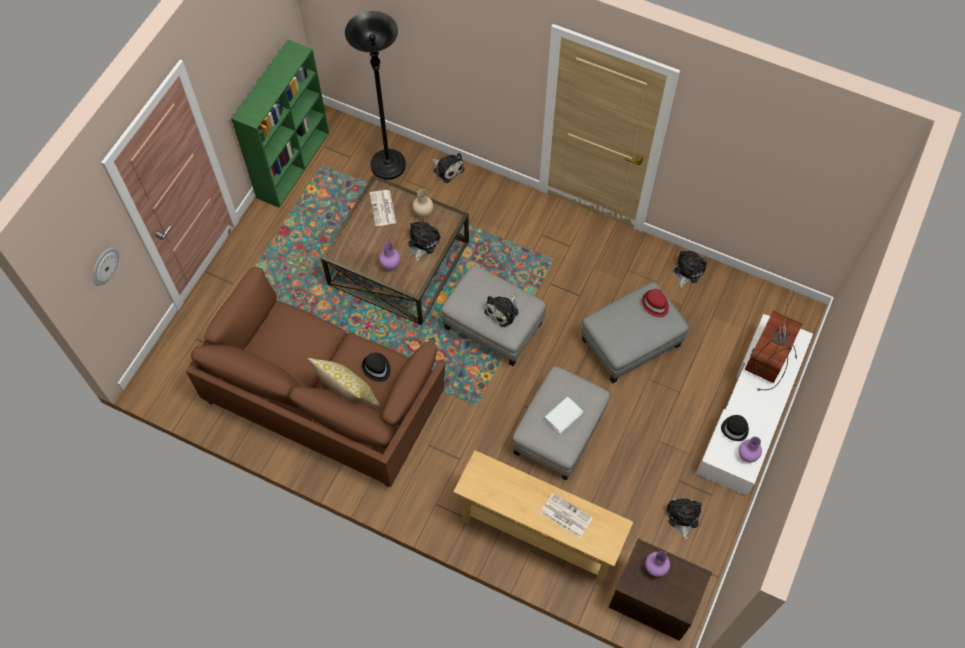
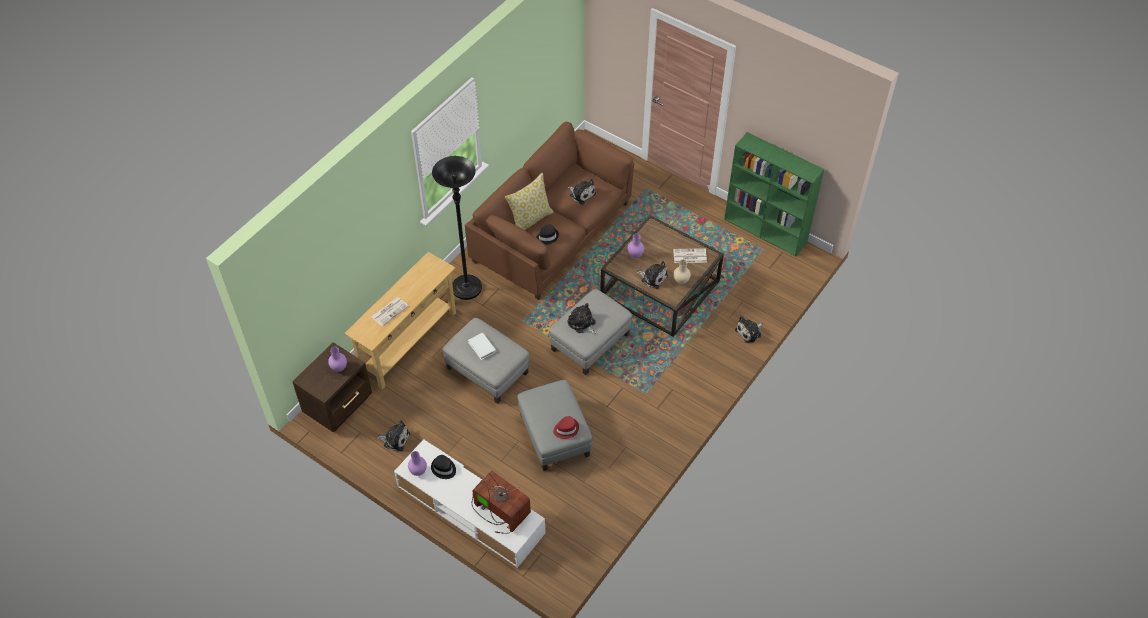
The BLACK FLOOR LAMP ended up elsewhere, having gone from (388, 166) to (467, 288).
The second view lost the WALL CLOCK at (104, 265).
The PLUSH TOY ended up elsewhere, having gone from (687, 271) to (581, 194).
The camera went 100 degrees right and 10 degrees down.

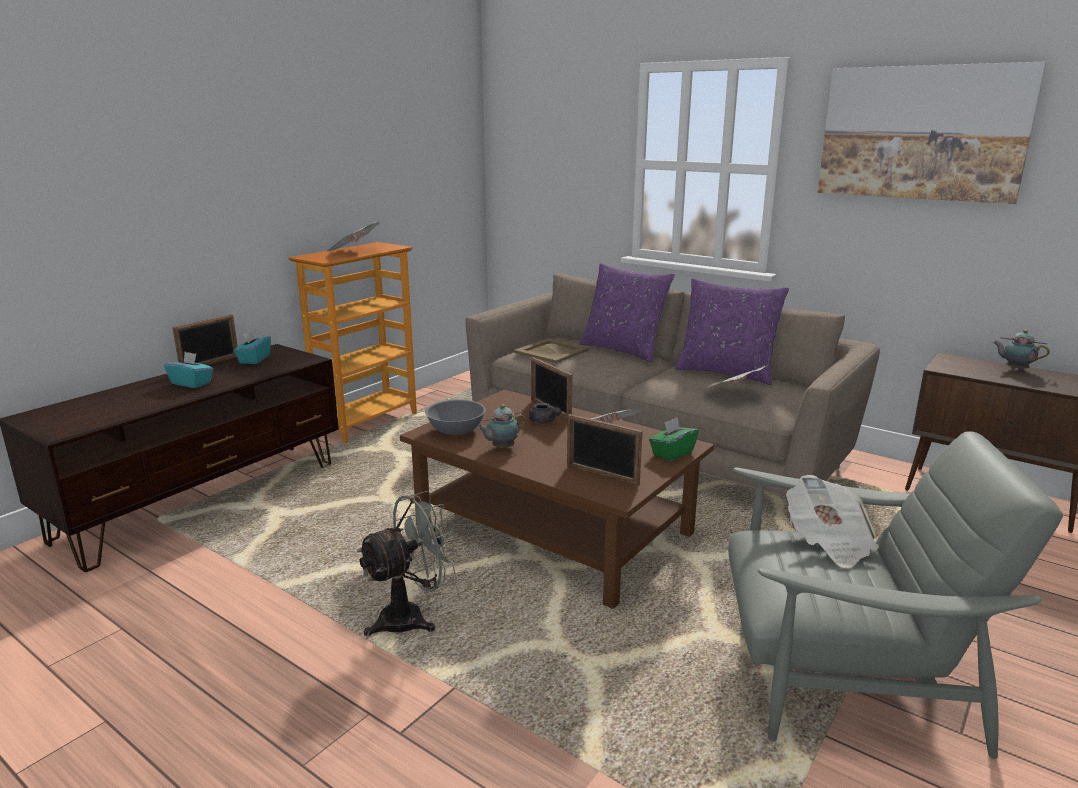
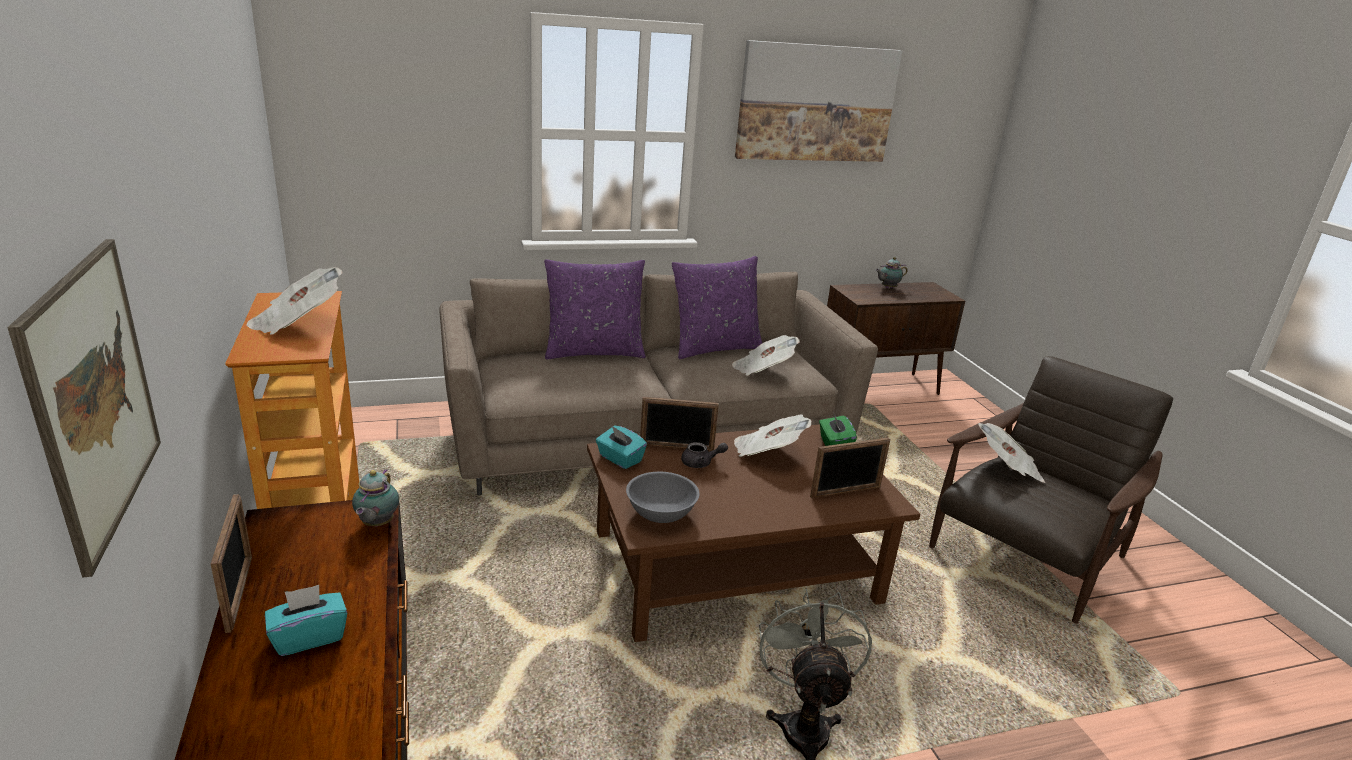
The TURQUOISE TISSUE BOX ended up elsewhere, having gone from (254, 359) to (620, 459).
The second view lost the BEIGE TRAY at (550, 351).
The TEAPOT ended up elsewhere, having gone from (501, 448) to (376, 524).
What was the GREY ARMCHAIR at (844, 676) turned into the BROWN ARMCHAIR at (1026, 556).
The second view gained the PICTURE at (94, 397).
The camera went 55 degrees left and 5 degrees up.

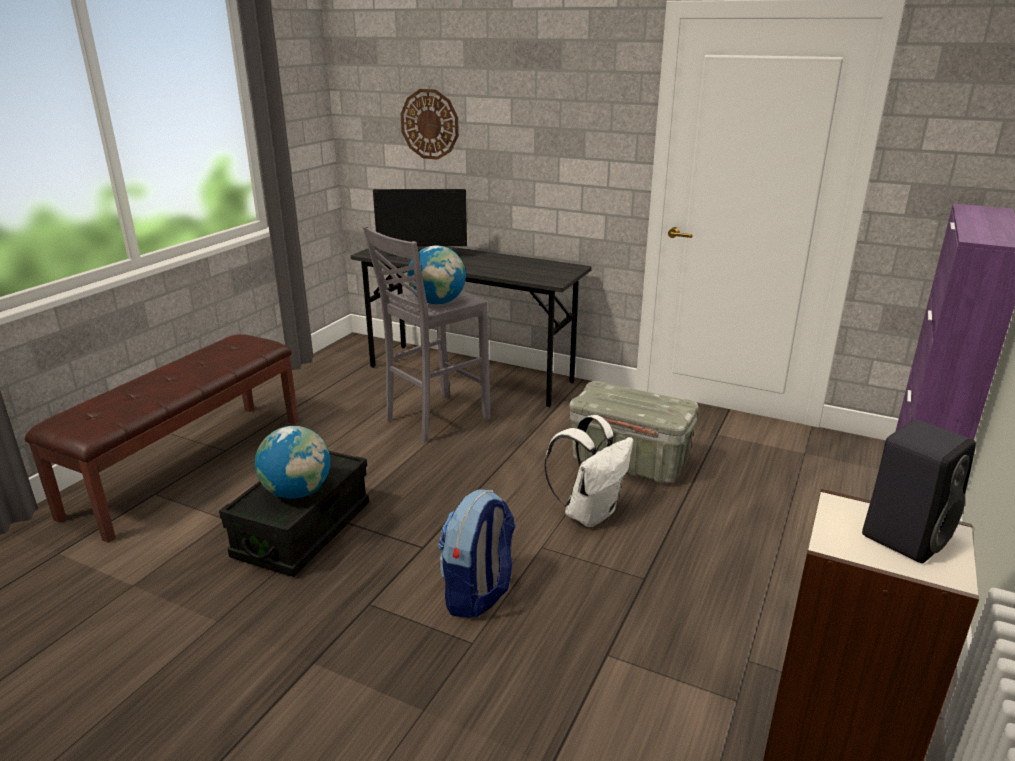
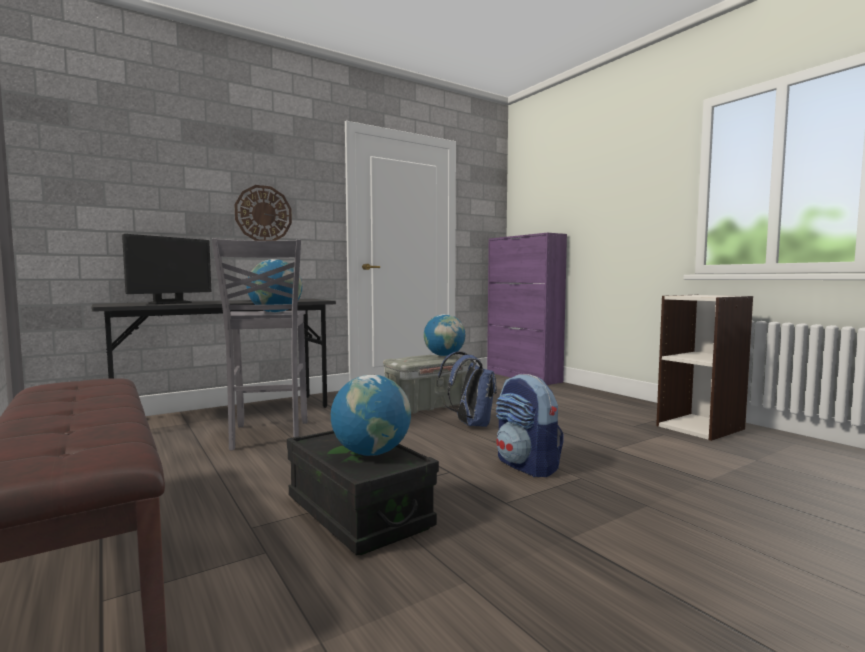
The WALL CLOCK ended up elsewhere, having gone from (430, 124) to (263, 214).
What was the WHITE BACKPACK at (589, 513) turned into the BLUE BACKPACK at (470, 424).
The second view lost the BLACK SPEAKER at (906, 535).
The second view gained the GLOBE at (444, 355).
The camera went 60 degrees left and 20 degrees down.

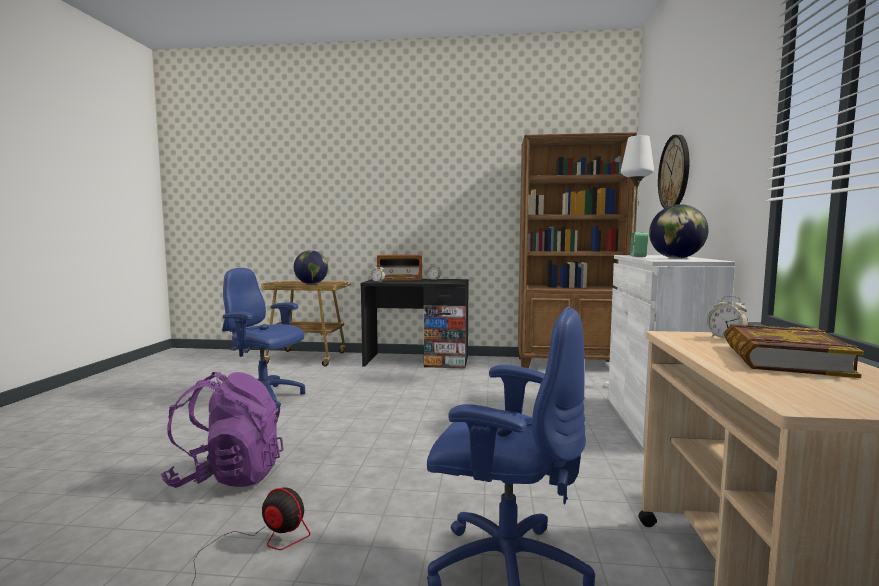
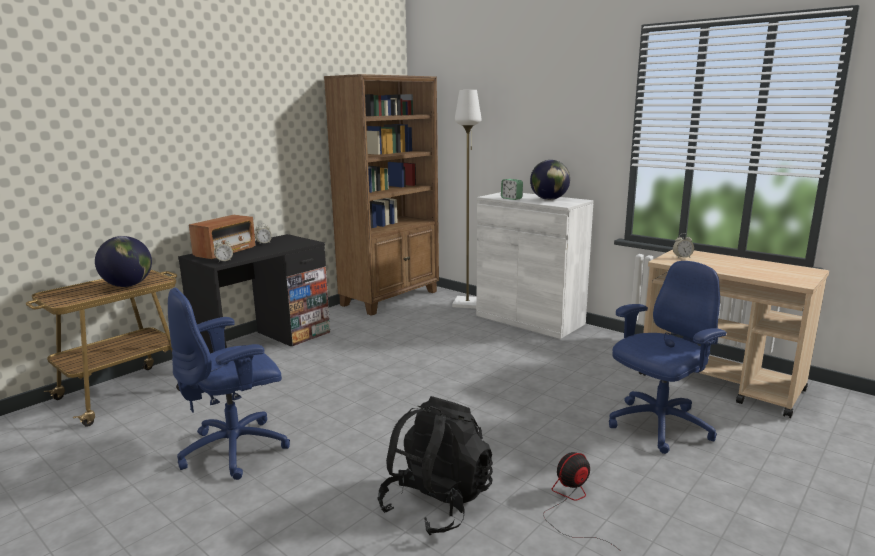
The second view lost the WALL CLOCK at (674, 173).
The second view lost the BOOK at (782, 359).
What was the PURPLE BACKPACK at (228, 477) turned into the BLACK BACKPACK at (436, 503).
The camera went 55 degrees left and 10 degrees up.

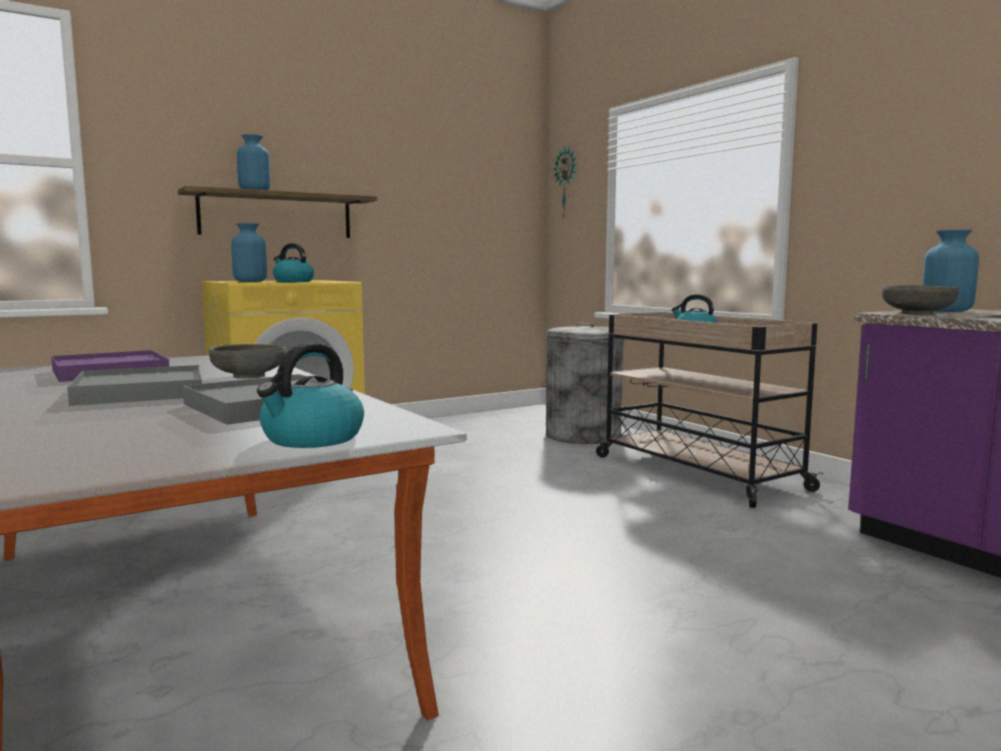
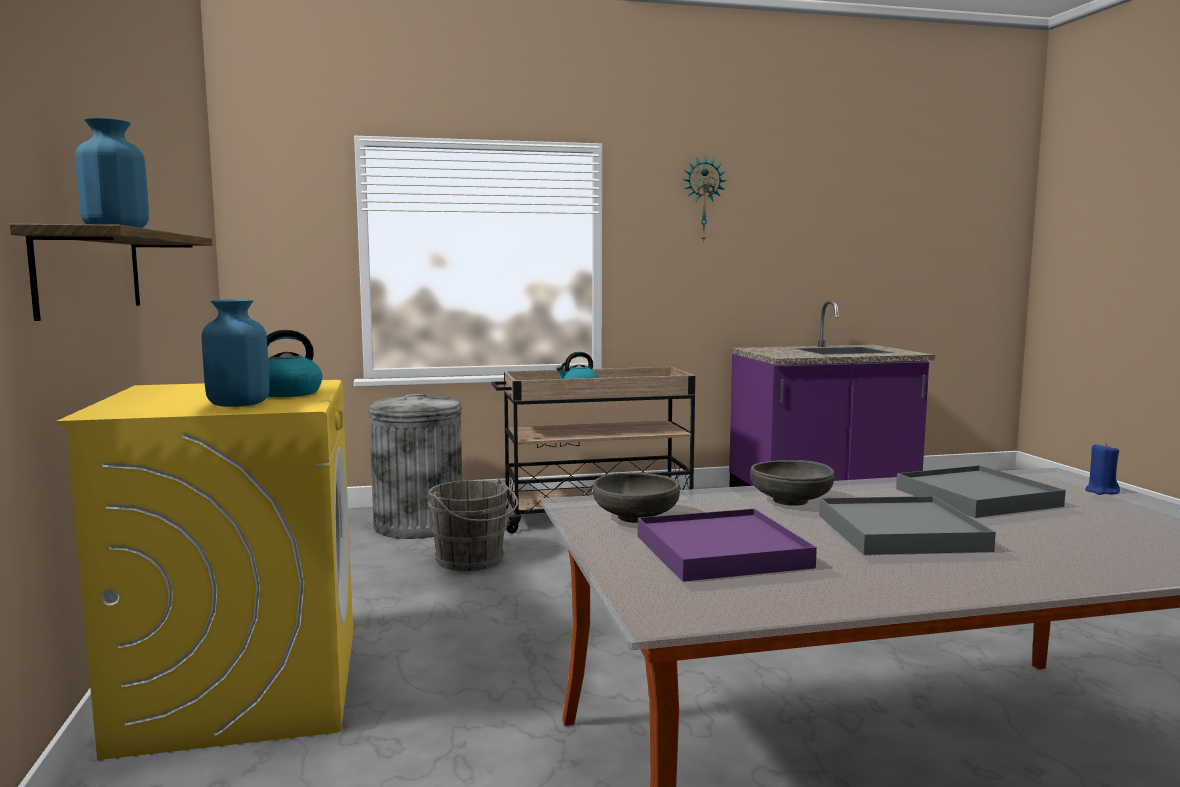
The WALL CLOCK ended up elsewhere, having gone from (566, 183) to (703, 199).
The second view lost the BLUE VASE at (946, 311).
The GREY BOWL ended up elsewhere, having gone from (917, 314) to (636, 517).
Where the KETTLE stood at (312, 439), the BLUE CANDLE came to stand at (1101, 491).
The second view gained the GREY BUCKET at (472, 561).
The camera went 70 degrees left and 0 degrees up.

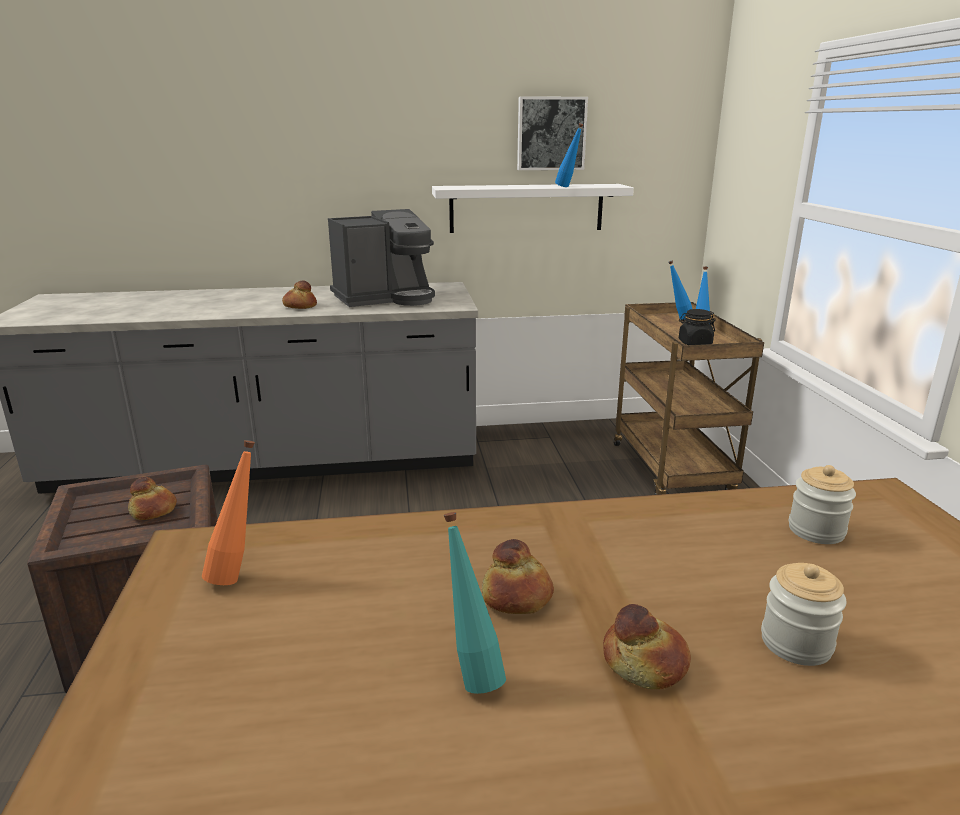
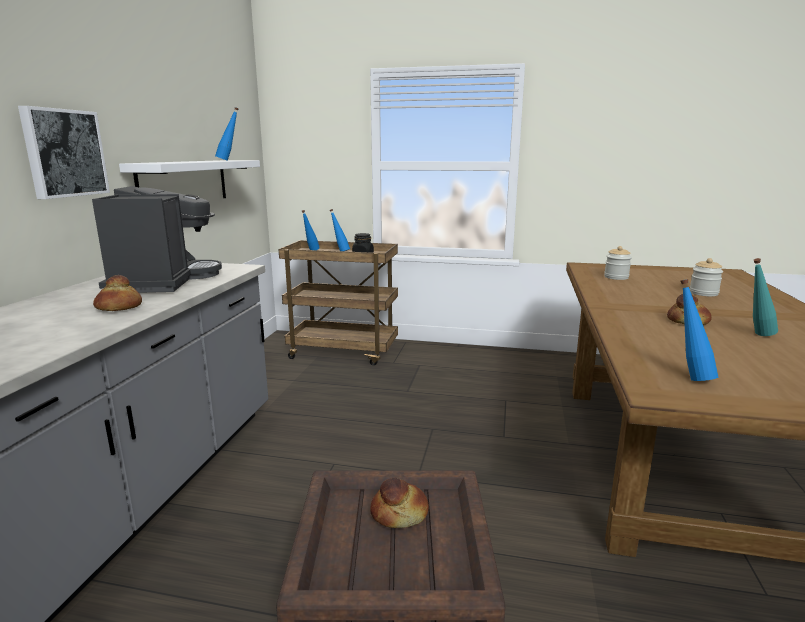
The PICTURE ended up elsewhere, having gone from (551, 133) to (64, 153).
What was the ORANGE BOTTLE at (239, 574) turned into the BLUE BOTTLE at (689, 377).
The second view lost the BREAD at (644, 664).
The camera went 70 degrees left and 5 degrees down.

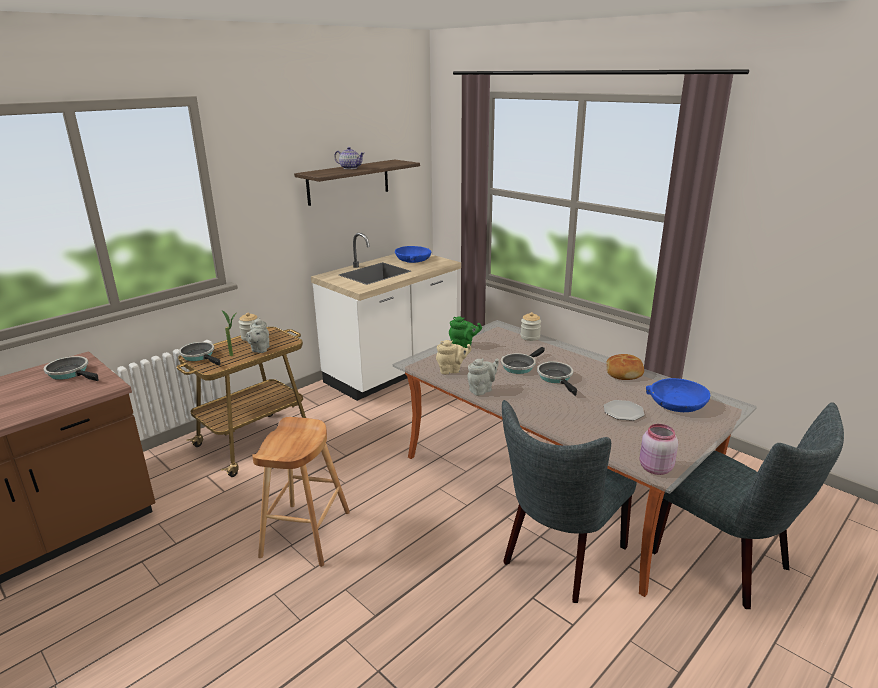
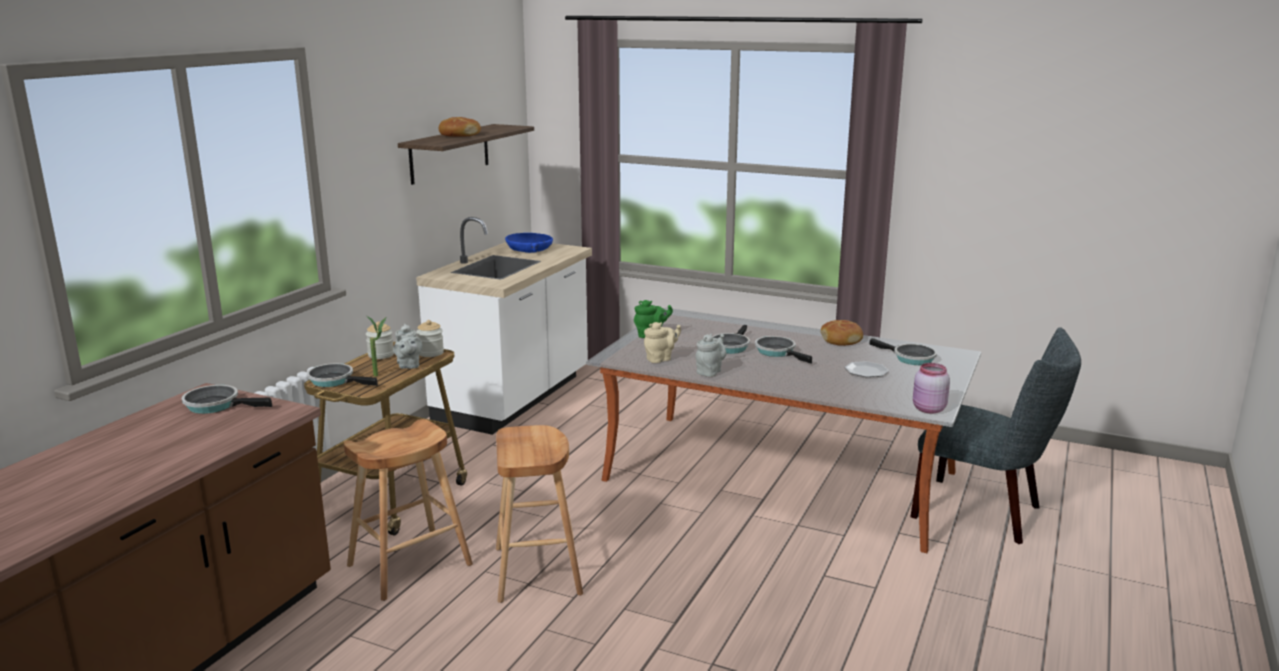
Where the TEAPOT stood at (350, 168), the BREAD came to stand at (459, 135).
The JAR ended up elsewhere, having gone from (530, 337) to (431, 353).
Where the BLUE BOWL stood at (677, 403), the FRYING PAN came to stand at (910, 358).
The second view lost the GREY CHAIR at (559, 558).
The second view gained the BROWN STOOL at (410, 565).
The camera went 20 degrees left and 5 degrees down.

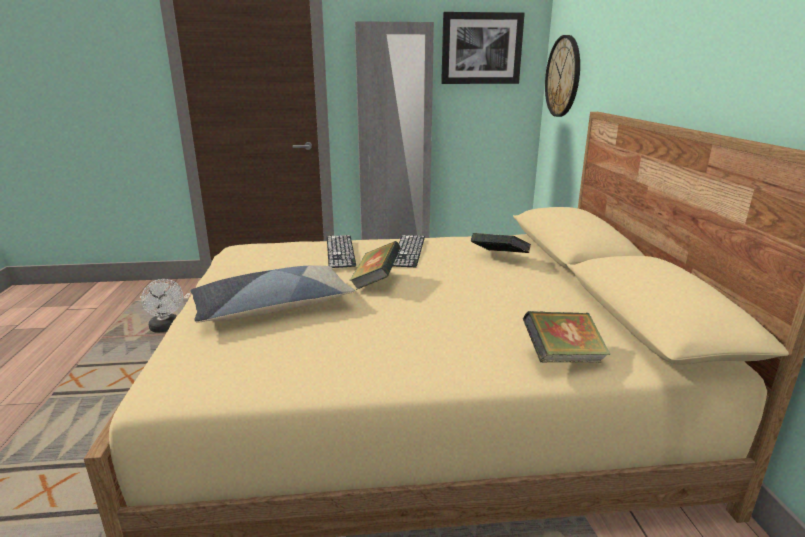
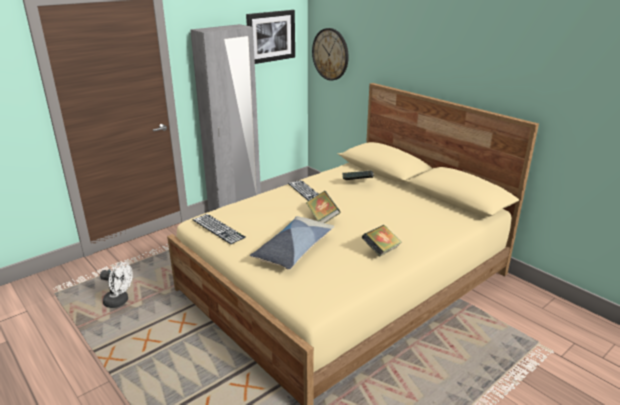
The KEYBOARD ended up elsewhere, having gone from (340, 250) to (218, 228).
The BOOK ended up elsewhere, having gone from (562, 358) to (381, 251).
The camera went 35 degrees left and 5 degrees up.

